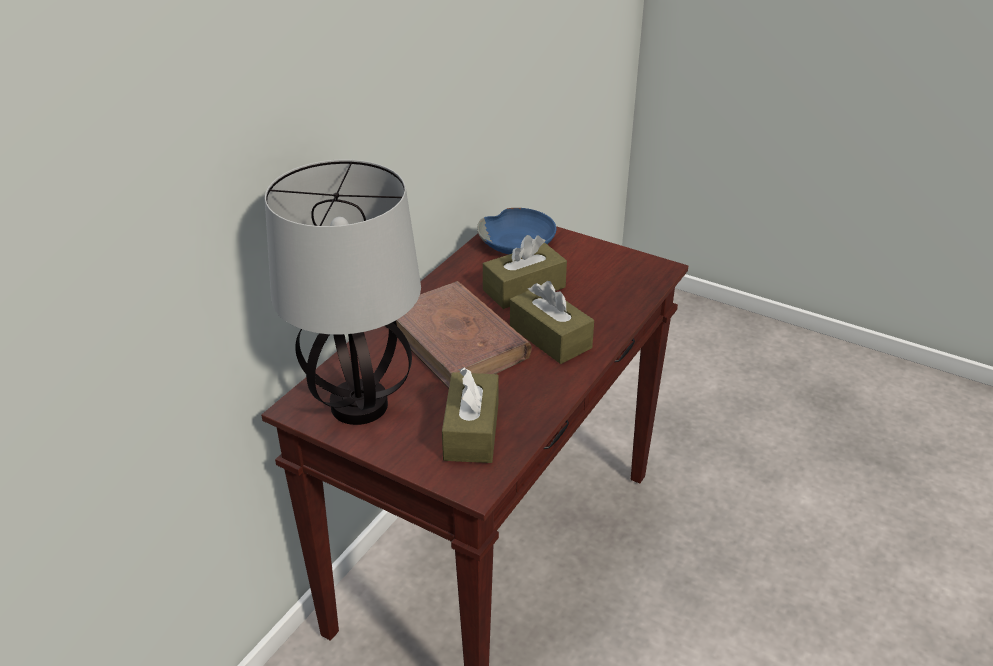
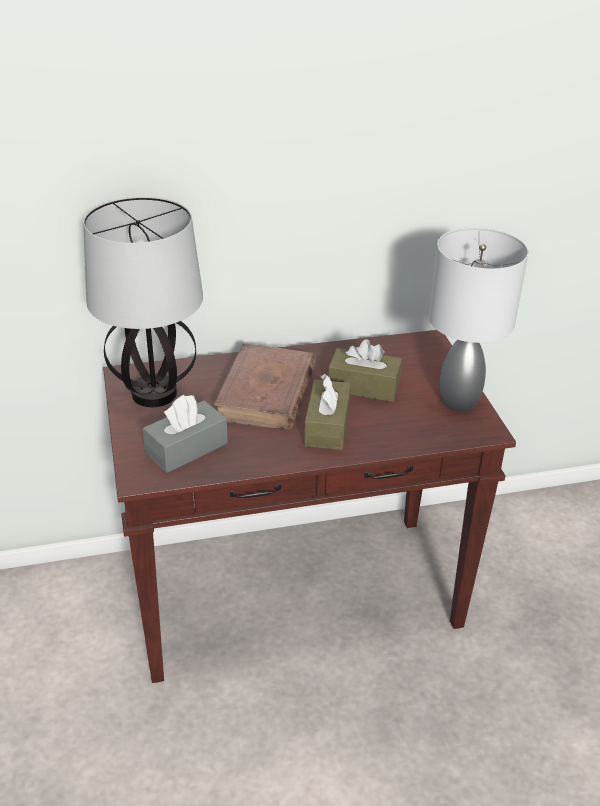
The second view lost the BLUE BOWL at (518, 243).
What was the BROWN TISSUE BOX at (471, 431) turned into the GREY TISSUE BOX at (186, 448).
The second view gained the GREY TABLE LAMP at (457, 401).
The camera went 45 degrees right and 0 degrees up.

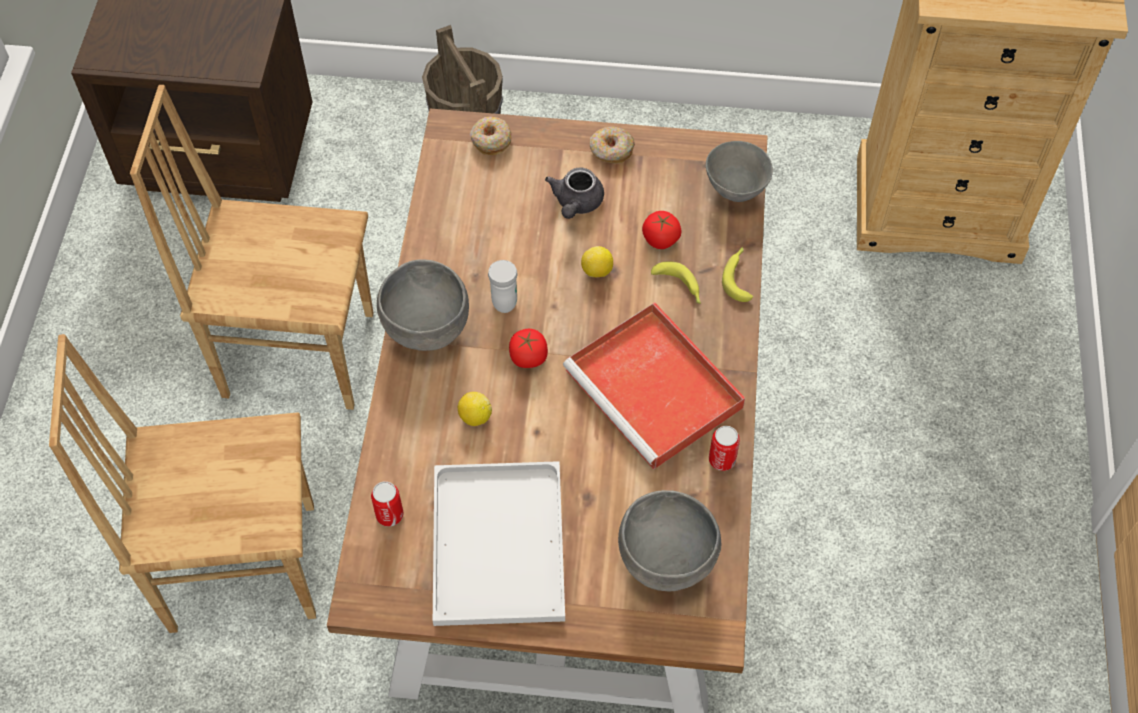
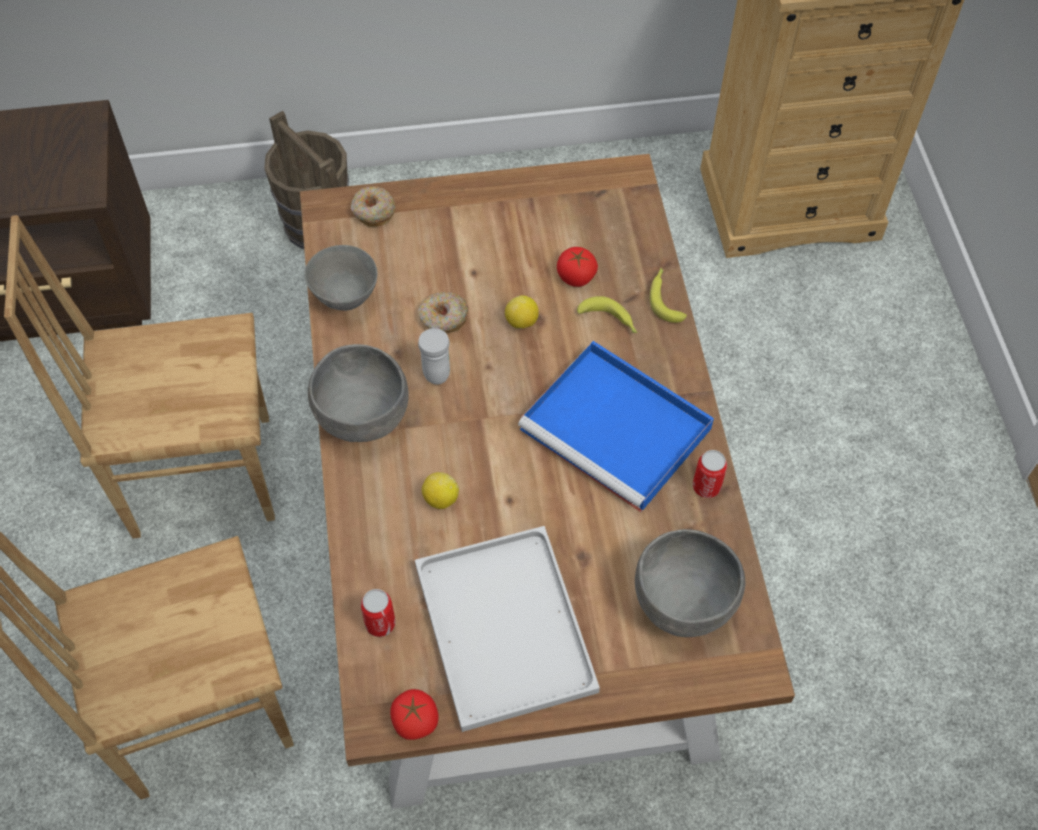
The DONUT ended up elsewhere, having gone from (611, 150) to (443, 318).
The GREY BOWL ended up elsewhere, having gone from (736, 190) to (346, 298).
The second view lost the GREY TEAPOT at (576, 203).
What was the RED TRAY at (656, 390) turned into the BLUE TRAY at (619, 430).
The TOMATO ended up elsewhere, having gone from (528, 357) to (415, 721).
The camera went 15 degrees left and 0 degrees up.

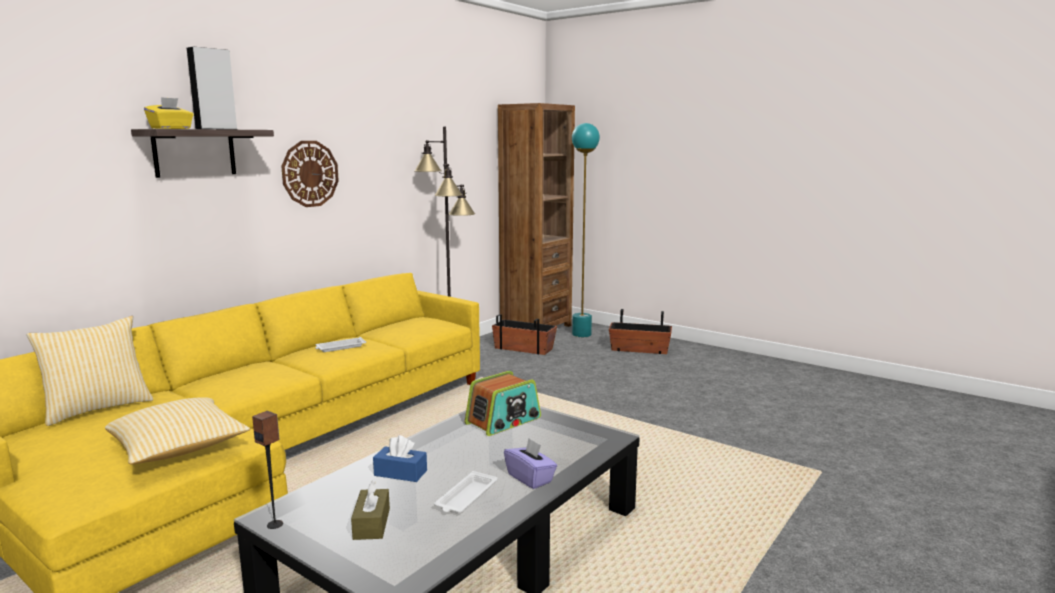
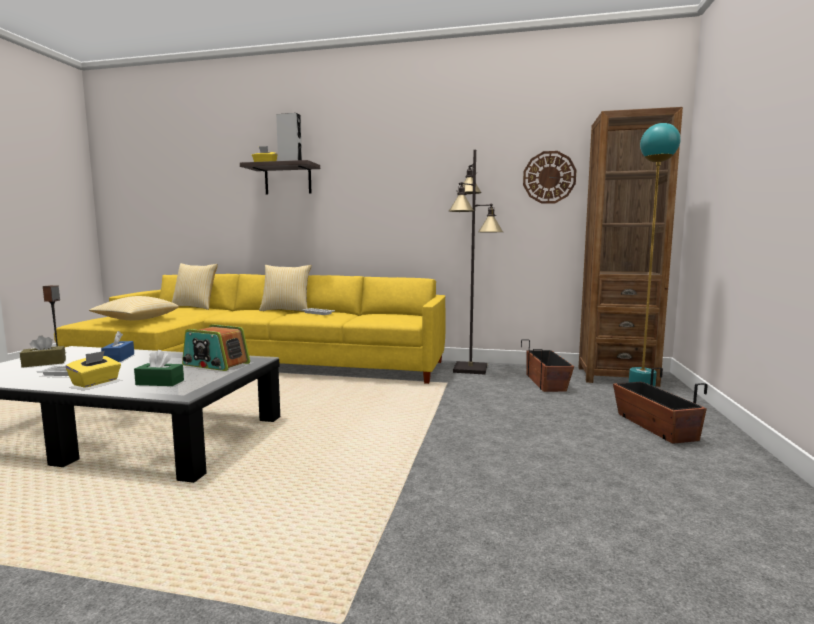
The WALL CLOCK ended up elsewhere, having gone from (310, 173) to (549, 177).
What was the PURPLE TISSUE BOX at (530, 478) turned into the YELLOW TISSUE BOX at (96, 382).
The second view gained the PILLOW at (286, 310).
The second view gained the GREEN TISSUE BOX at (160, 382).
The camera went 65 degrees right and 5 degrees down.

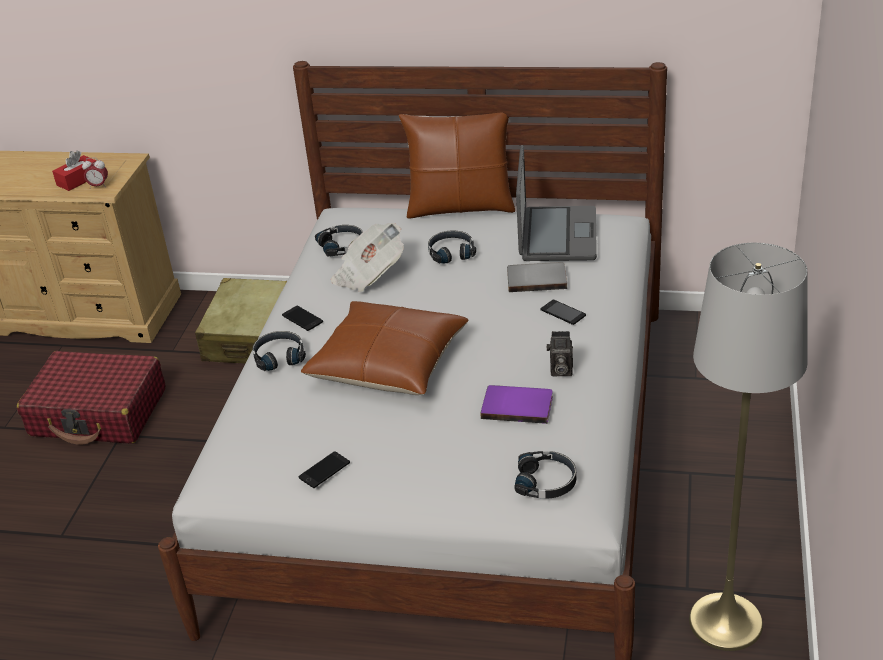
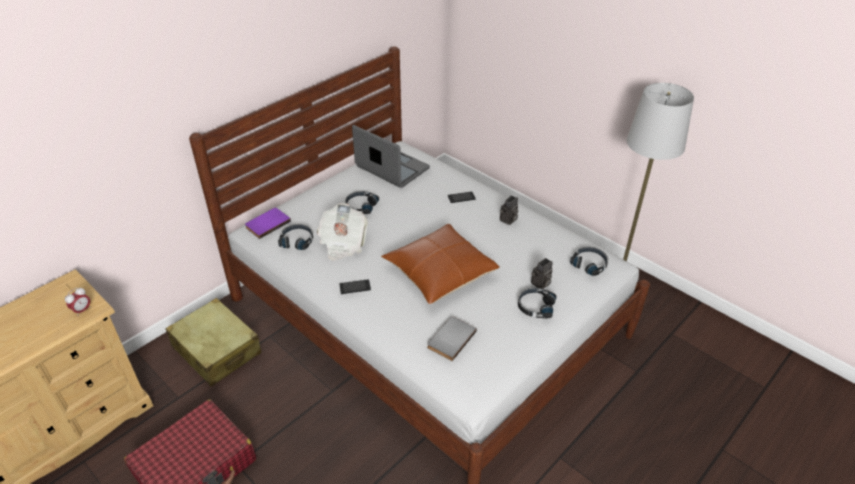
The second view lost the BROWN PILLOW at (461, 207).
The second view lost the RED TISSUE BOX at (78, 180).
The GREY BOOK ended up elsewhere, having gone from (536, 278) to (450, 339).
The BLACK HEADPHONES ended up elsewhere, having gone from (279, 356) to (535, 306).
The PURPLE BOOK ended up elsewhere, having gone from (517, 405) to (267, 224).
The second view lost the PHONE at (324, 470).
The second view gained the PHOTO CAMERA at (540, 284).
The camera went 60 degrees left and 5 degrees up.

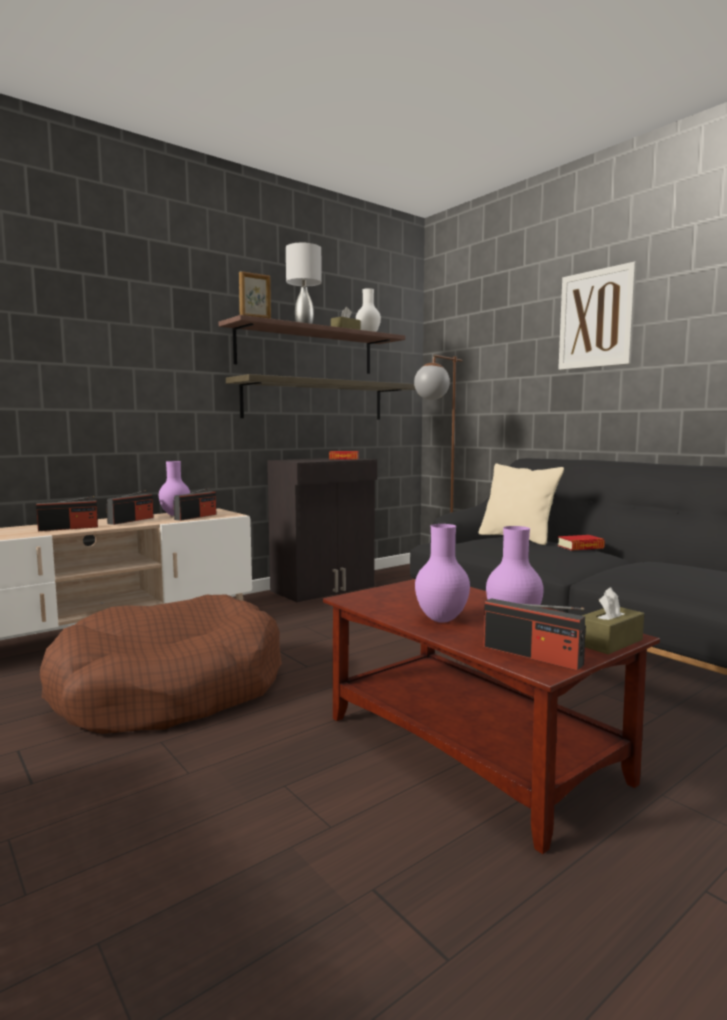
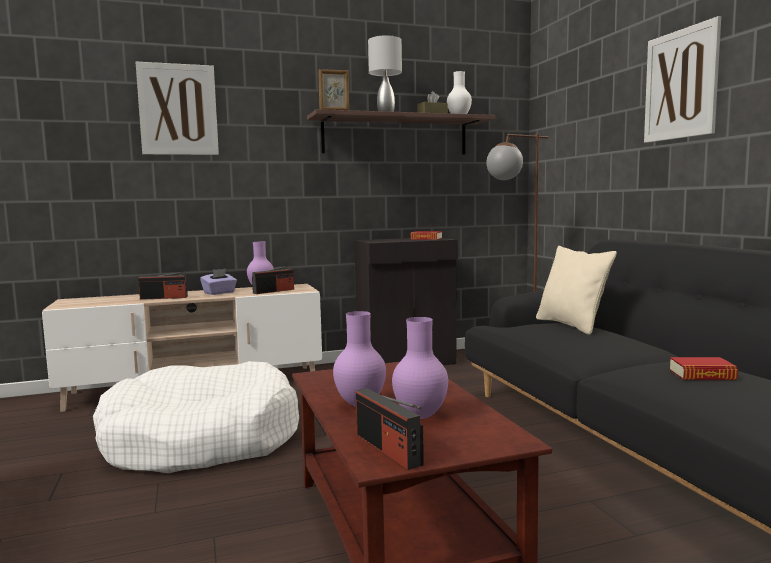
The second view lost the SHELF at (315, 400).
Where the RADIO stood at (131, 520), the PURPLE TISSUE BOX came to stand at (219, 293).
The BOOK ended up elsewhere, having gone from (580, 547) to (702, 375).
The second view lost the BROWN TISSUE BOX at (609, 642).
What was the BROWN DOG BED at (169, 689) turned into the WHITE DOG BED at (201, 440).
The second view gained the PICTURE at (178, 110).
The camera went 20 degrees right and 0 degrees up.

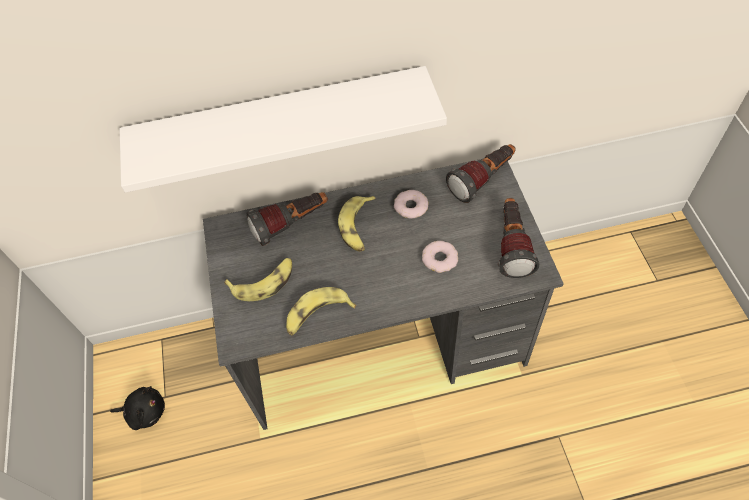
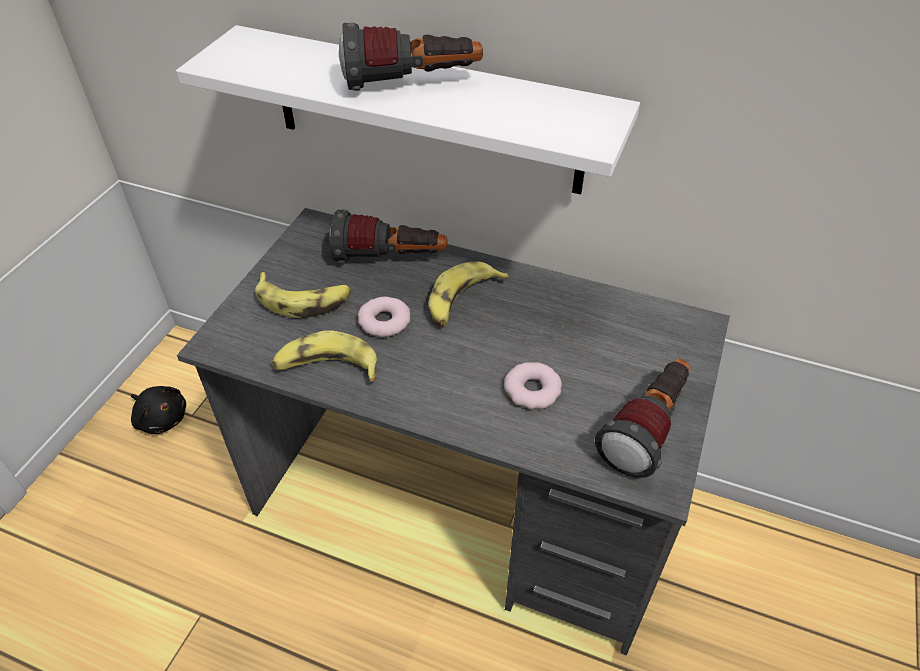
The FLASHLIGHT ended up elsewhere, having gone from (483, 180) to (412, 84).
The DONUT ended up elsewhere, having gone from (411, 207) to (384, 321).
The camera went 30 degrees right and 10 degrees down.

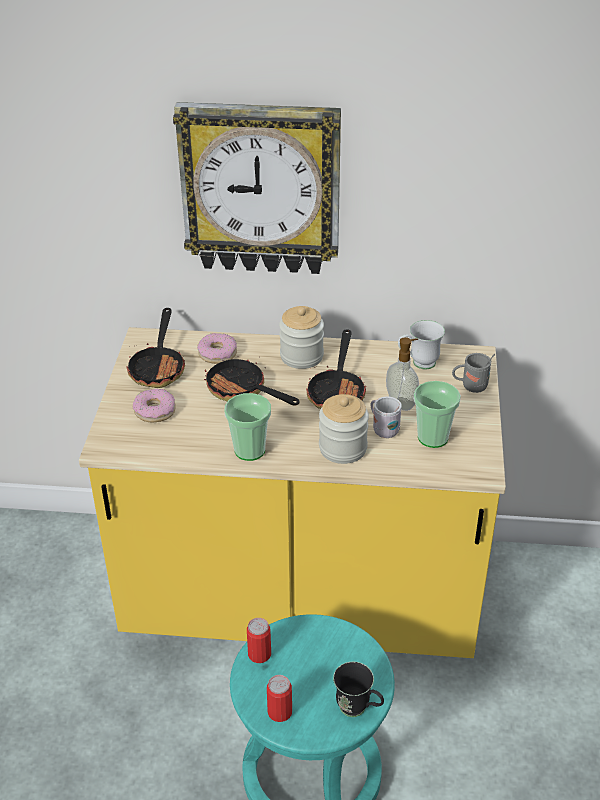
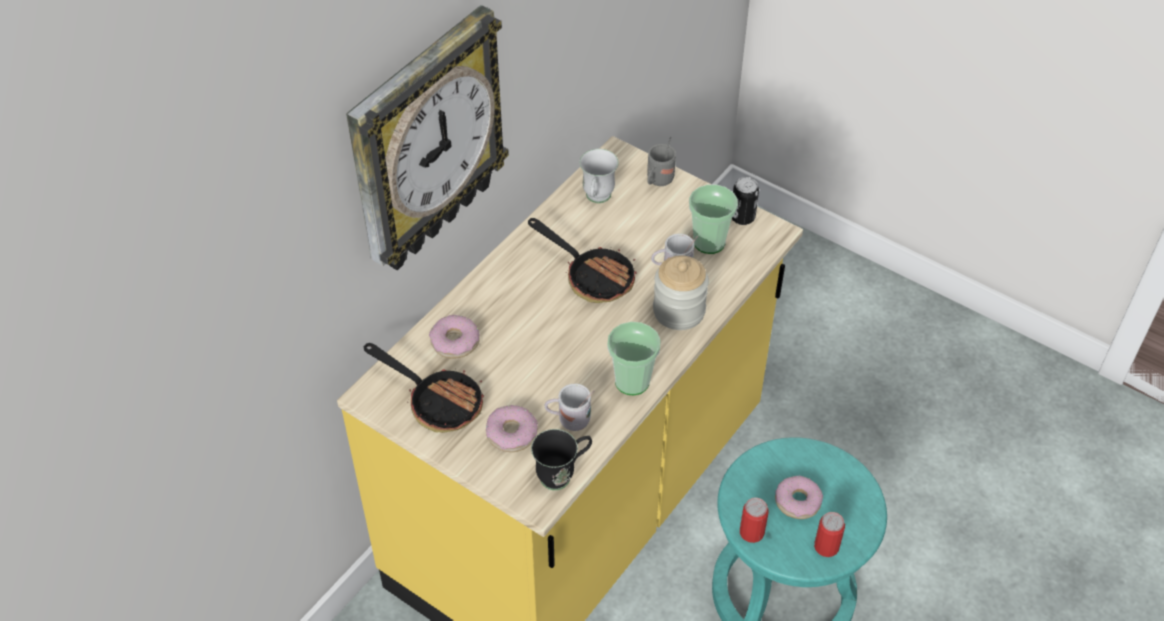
The second view lost the JAR at (301, 356).
The second view lost the SOAP DISPENSER at (402, 403).
The second view lost the FRYING PAN at (242, 391).
The BLACK MUG ended up elsewhere, having gone from (358, 710) to (563, 475).
The second view gained the CAN at (742, 217).
The second view gained the WHITE MUG at (569, 420).
The second view gained the DONUT at (797, 502).
The camera went 60 degrees left and 10 degrees up.

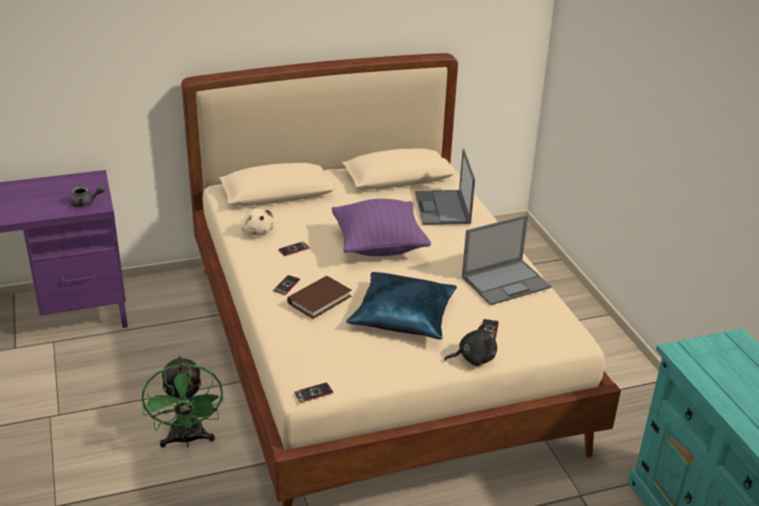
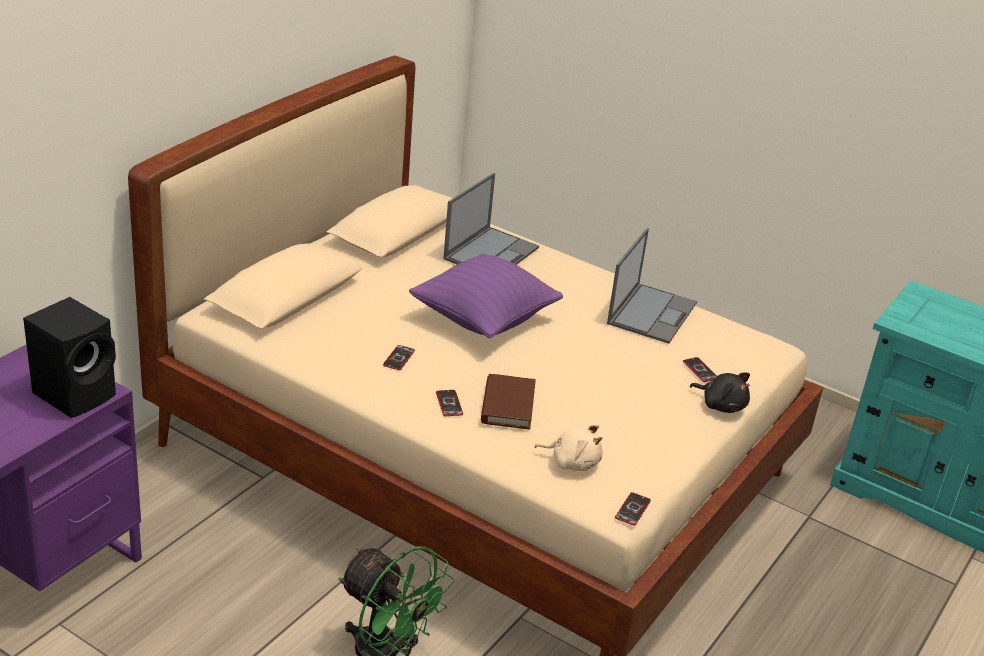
The LAPTOP at (443, 208) ended up facing another way, 105 degrees counterclockwise from before.
Where the GREY TEAPOT stood at (86, 203), the BLACK SPEAKER came to stand at (77, 393).
The BEIGE PLUSH TOY ended up elsewhere, having gone from (257, 231) to (572, 462).
The second view lost the BLUE PILLOW at (404, 316).
The BLACK PLUSH TOY at (473, 358) ended up facing another way, 90 degrees clockwise from before.
The camera went 40 degrees left and 0 degrees up.

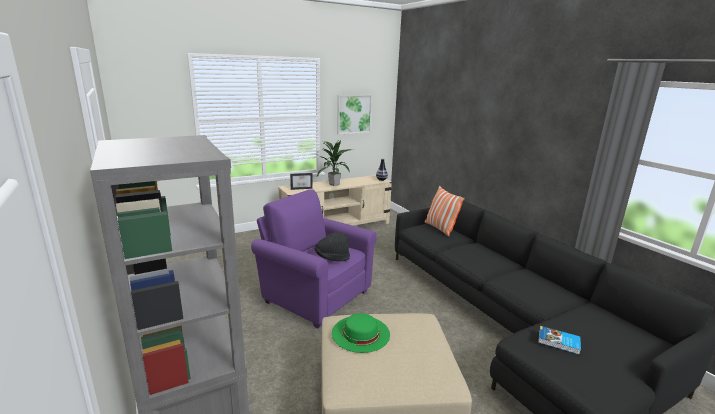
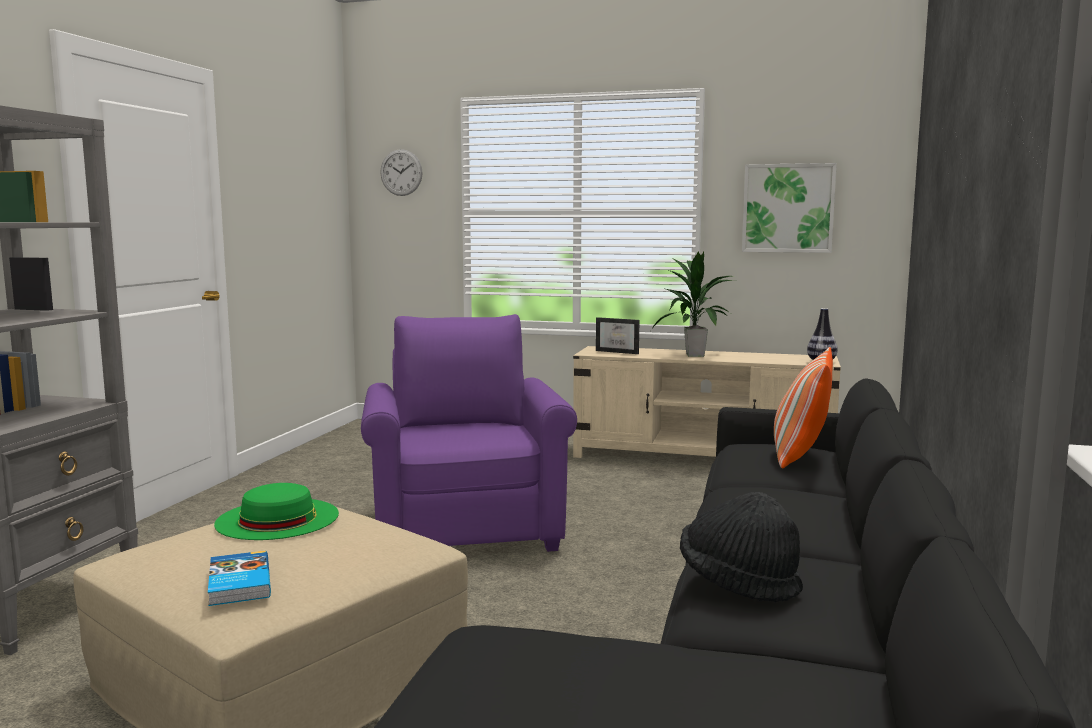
The BLACK HAT ended up elsewhere, having gone from (332, 258) to (738, 582).
The BOOK ended up elsewhere, having gone from (559, 342) to (238, 583).
The second view gained the WALL CLOCK at (401, 172).
The camera went 45 degrees right and 10 degrees down.

